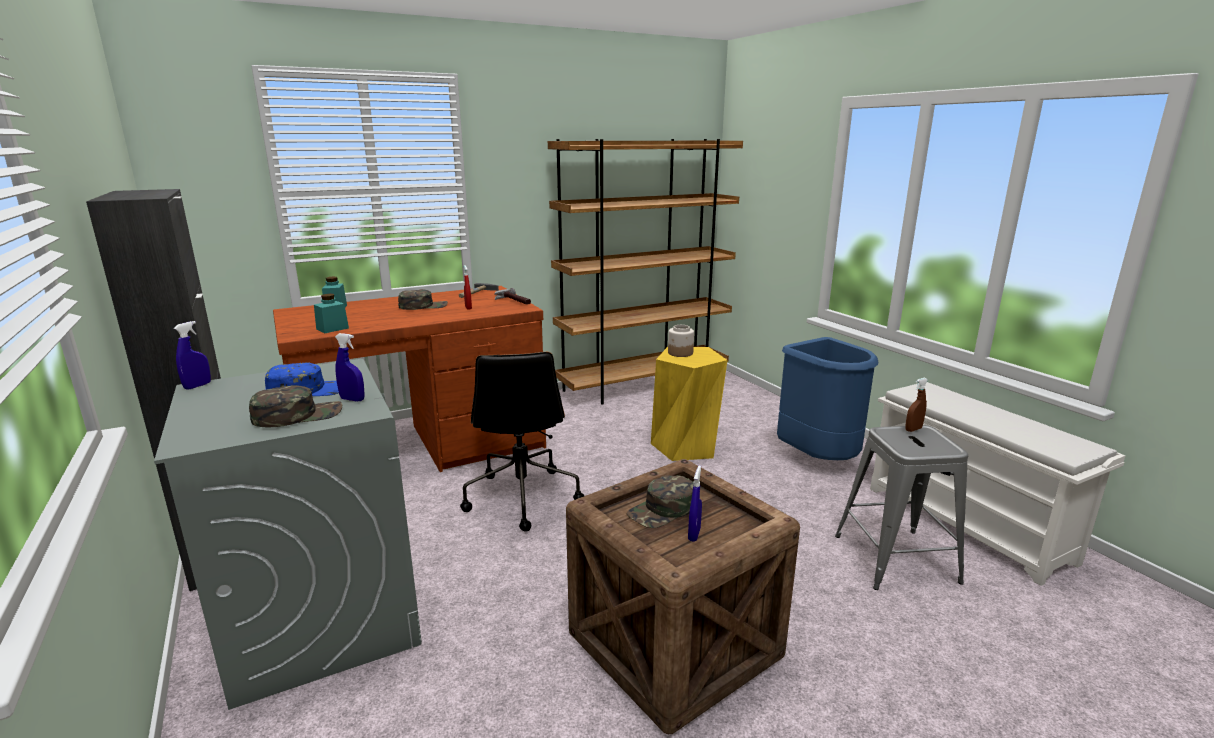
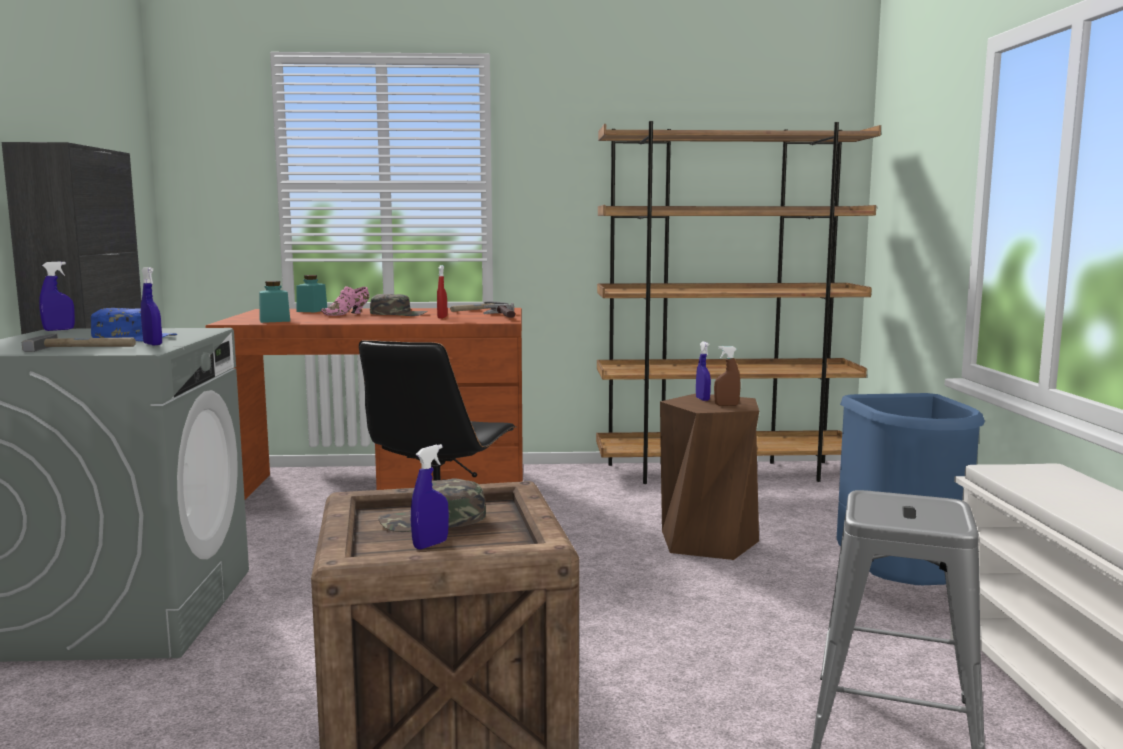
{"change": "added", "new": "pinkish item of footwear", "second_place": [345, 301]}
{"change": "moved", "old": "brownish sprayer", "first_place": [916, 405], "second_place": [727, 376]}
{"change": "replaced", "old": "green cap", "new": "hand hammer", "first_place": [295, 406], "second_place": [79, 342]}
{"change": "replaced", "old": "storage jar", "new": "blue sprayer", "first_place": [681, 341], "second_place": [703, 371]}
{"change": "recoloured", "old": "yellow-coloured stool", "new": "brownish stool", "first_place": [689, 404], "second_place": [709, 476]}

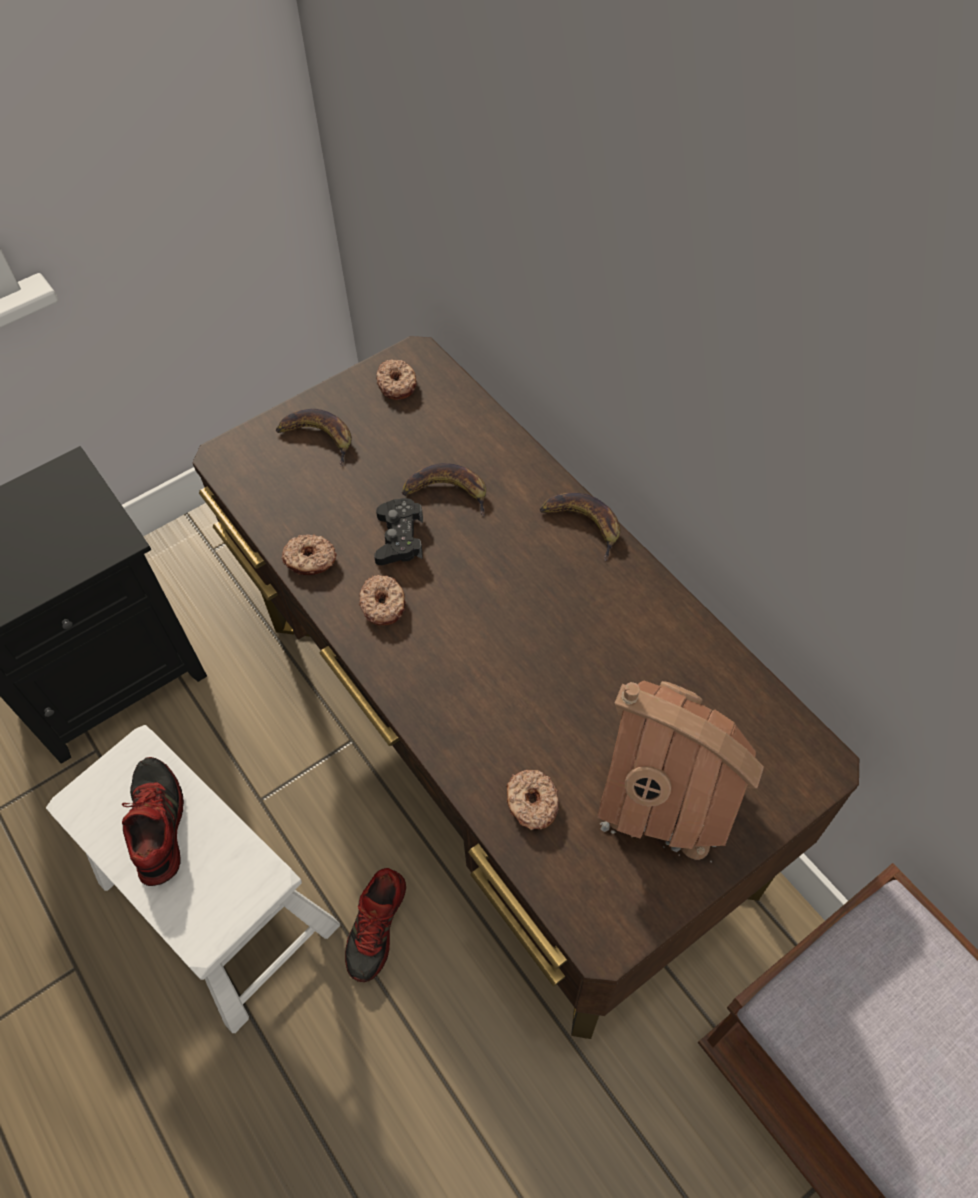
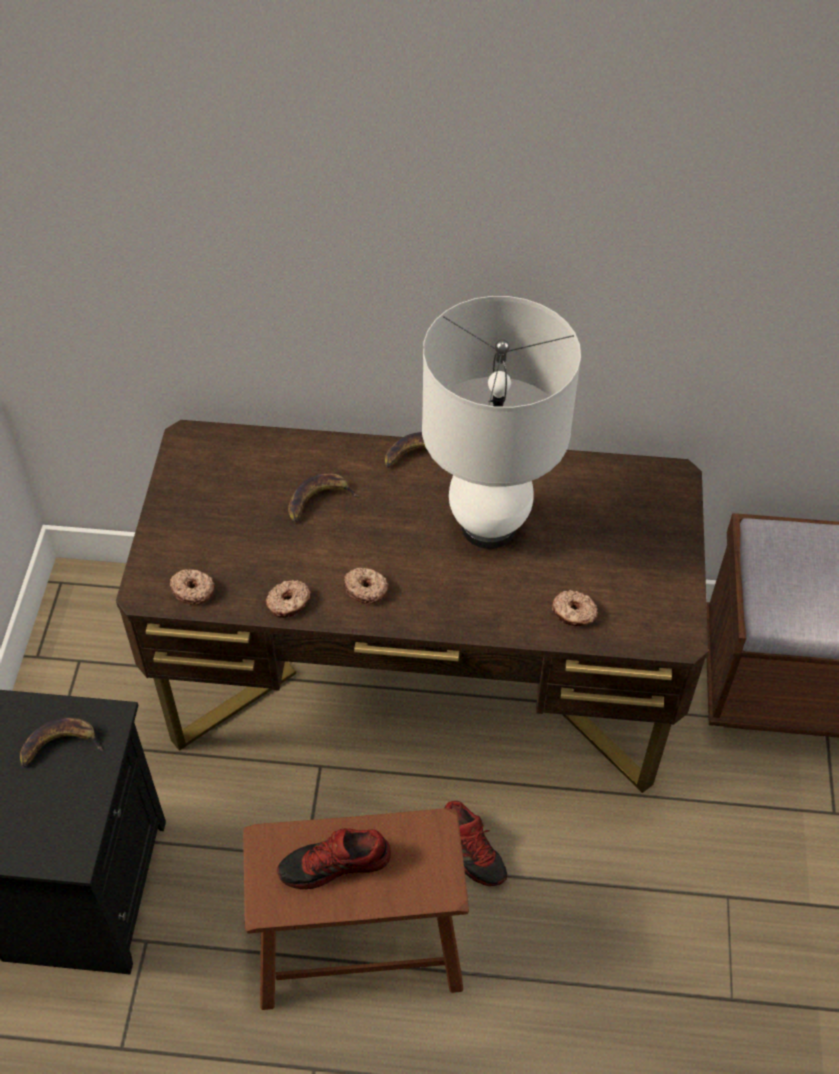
{"change": "removed", "old": "black-coloured gamepad", "first_place": [398, 531]}
{"change": "removed", "old": "model house", "first_place": [680, 772]}
{"change": "added", "new": "whitish lamp for a table", "second_place": [501, 422]}
{"change": "moved", "old": "banana fruit", "first_place": [314, 438], "second_place": [61, 742]}
{"change": "moved", "old": "doughnut", "first_place": [396, 379], "second_place": [192, 587]}
{"change": "recoloured", "old": "whitish stool", "new": "brownish stool", "first_place": [193, 879], "second_place": [356, 909]}
{"change": "turned", "old": "item of footwear", "first_place": [153, 821], "second_place": [334, 858], "degrees": -45}

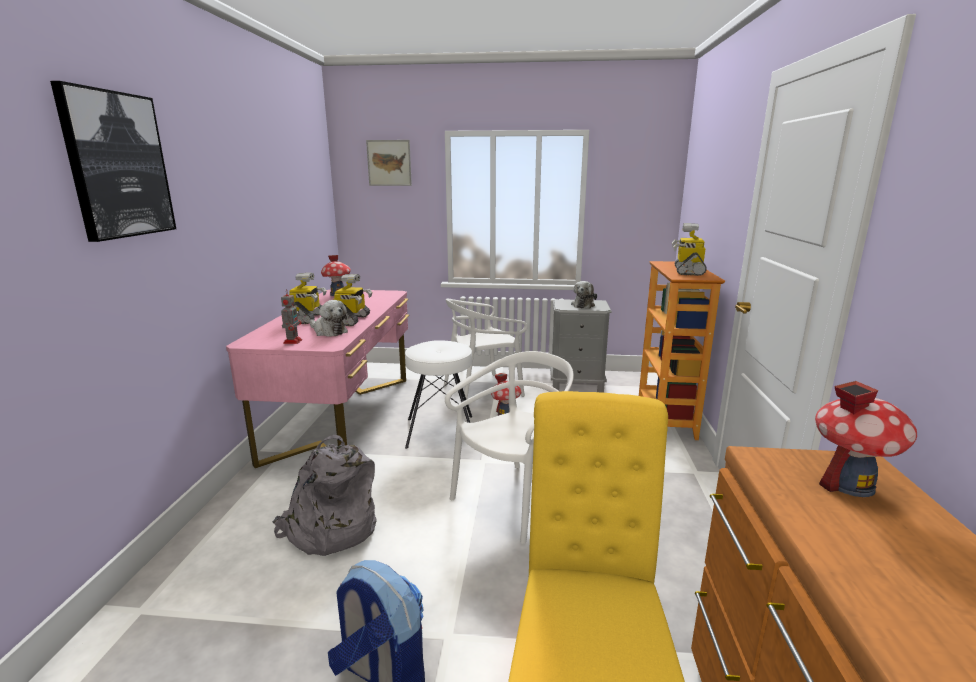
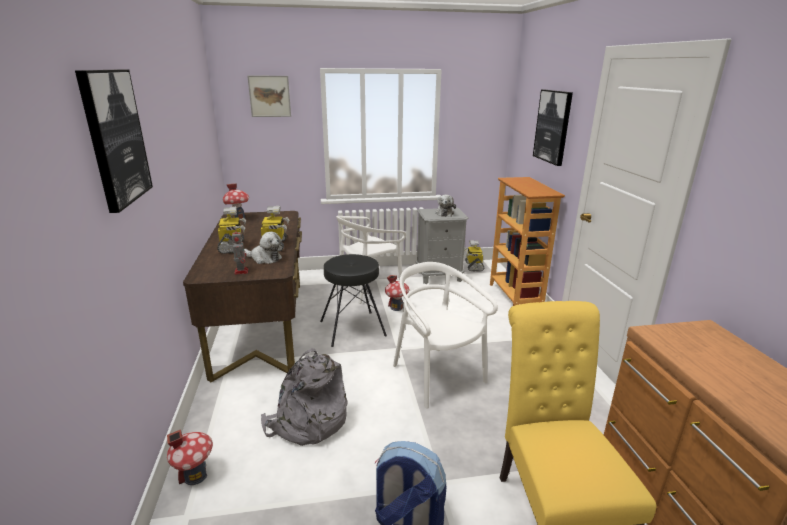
{"change": "added", "new": "wall picture", "second_place": [553, 128]}
{"change": "moved", "old": "model robot", "first_place": [689, 249], "second_place": [474, 255]}
{"change": "moved", "old": "model house", "first_place": [866, 439], "second_place": [190, 457]}
{"change": "recoloured", "old": "pinkish desk table", "new": "brownish desk table", "first_place": [317, 379], "second_place": [242, 296]}
{"change": "recoloured", "old": "whitish stool", "new": "black-coloured stool", "first_place": [438, 394], "second_place": [353, 300]}
{"change": "turned", "old": "whitish plain chair", "first_place": [509, 447], "second_place": [445, 335], "degrees": -60}

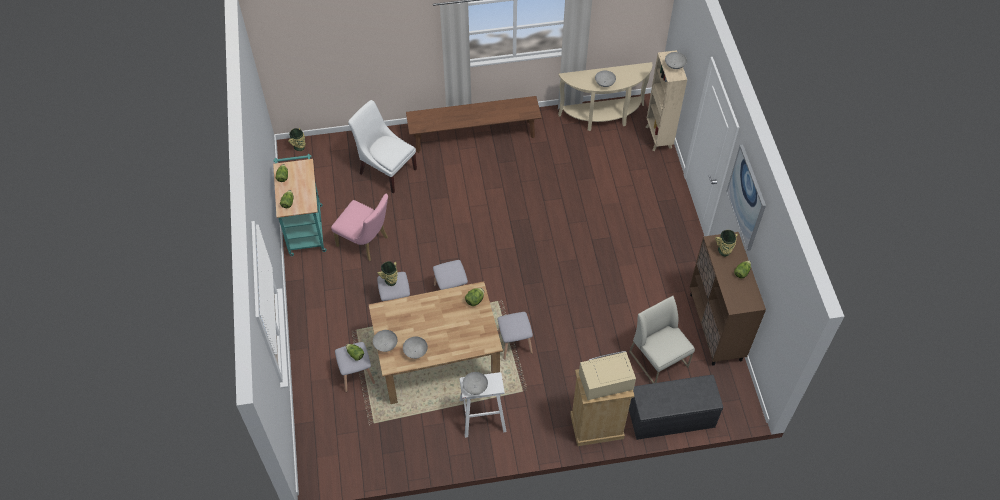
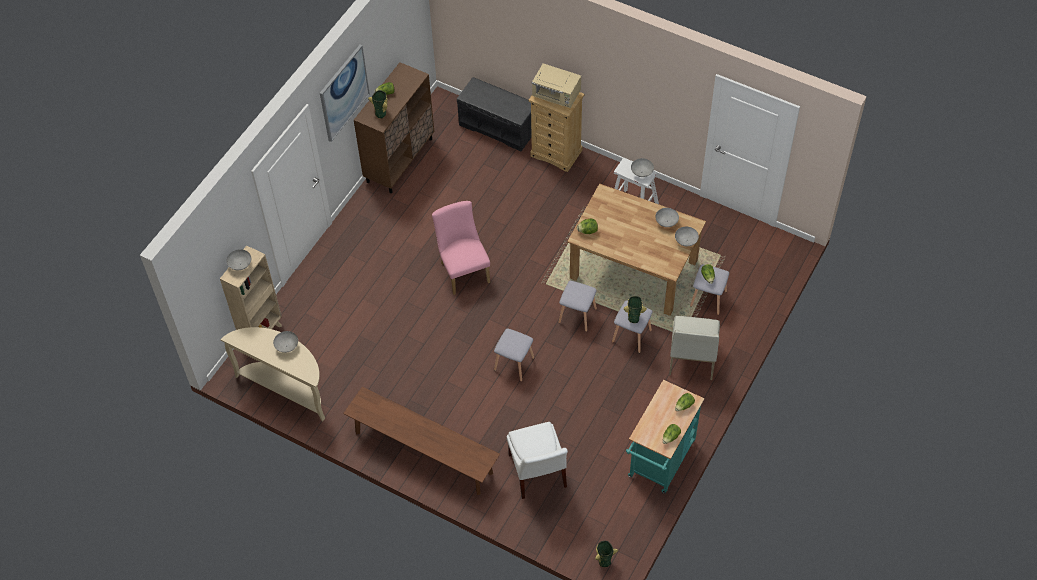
{"change": "moved", "old": "pinkish plain chair", "first_place": [359, 227], "second_place": [461, 248]}
{"change": "moved", "old": "gray stool", "first_place": [515, 336], "second_place": [514, 354]}
{"change": "moved", "old": "whitish plain chair", "first_place": [662, 339], "second_place": [694, 348]}

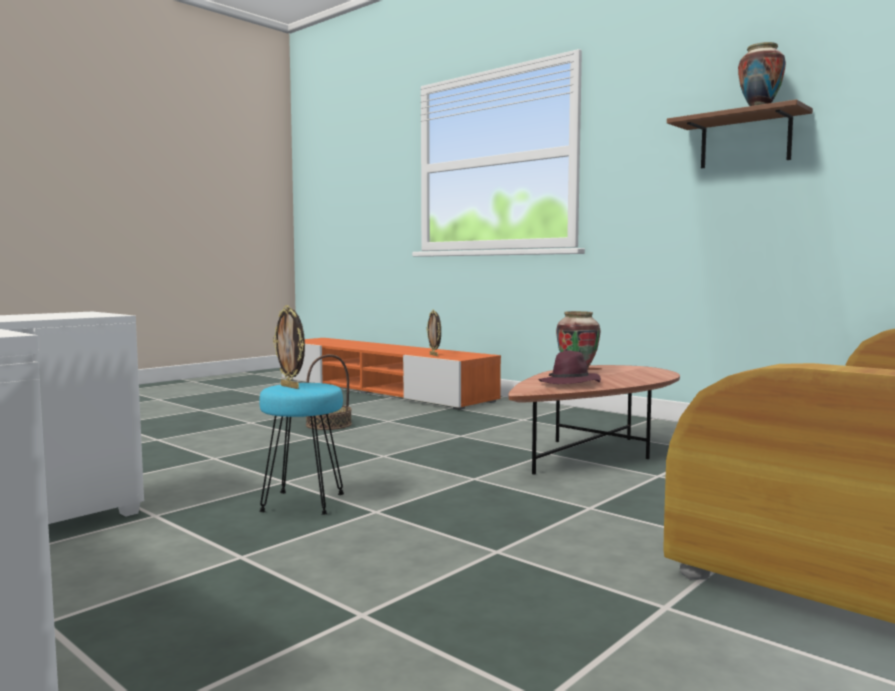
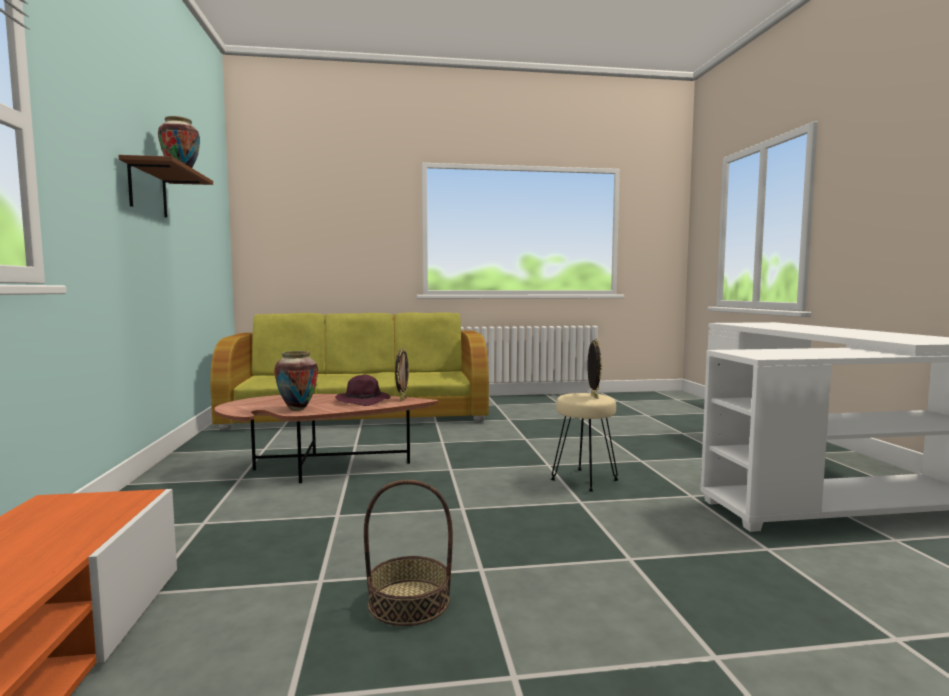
{"change": "moved", "old": "picture frame", "first_place": [434, 333], "second_place": [402, 374]}
{"change": "recoloured", "old": "turquoise stool", "new": "beige stool", "first_place": [301, 449], "second_place": [584, 442]}

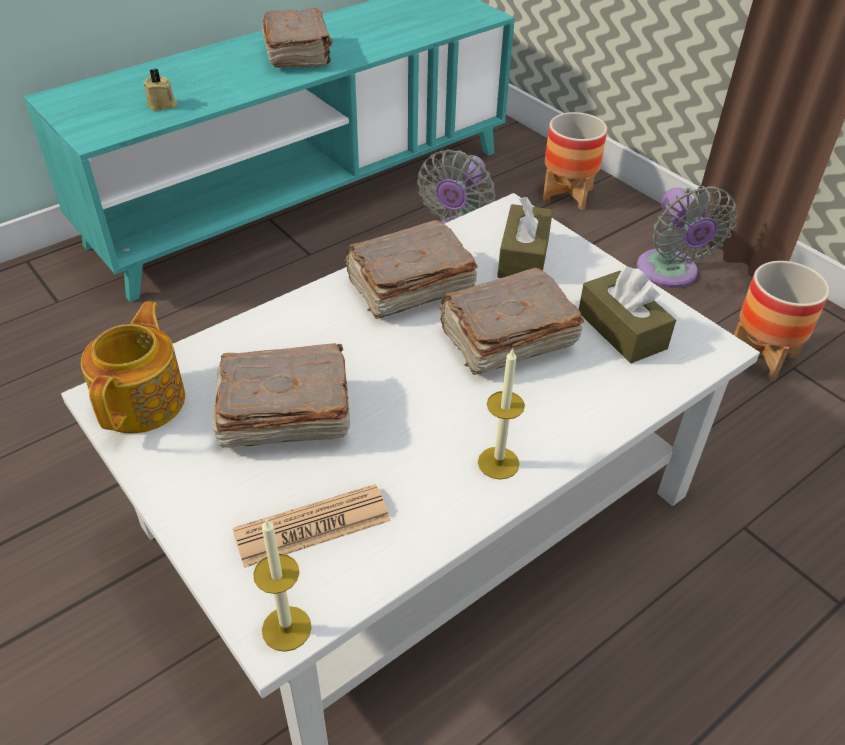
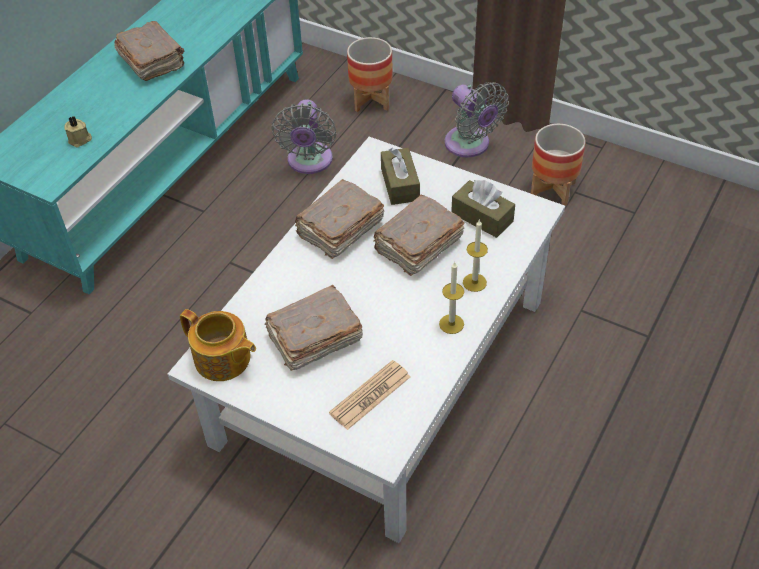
{"change": "moved", "old": "candle", "first_place": [282, 585], "second_place": [475, 255]}
{"change": "turned", "old": "tea pot", "first_place": [133, 368], "second_place": [218, 345], "degrees": 135}

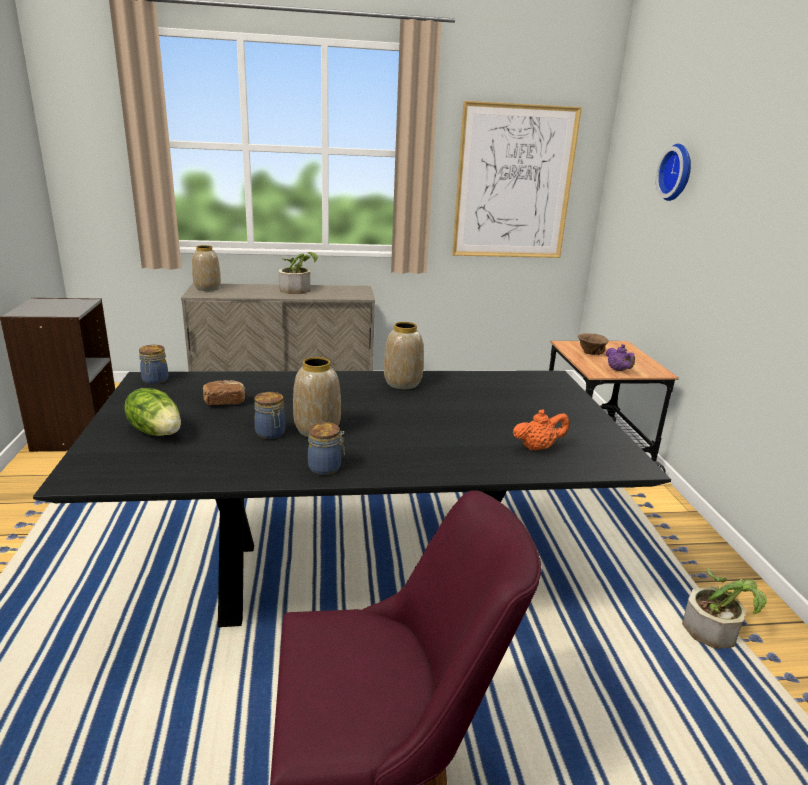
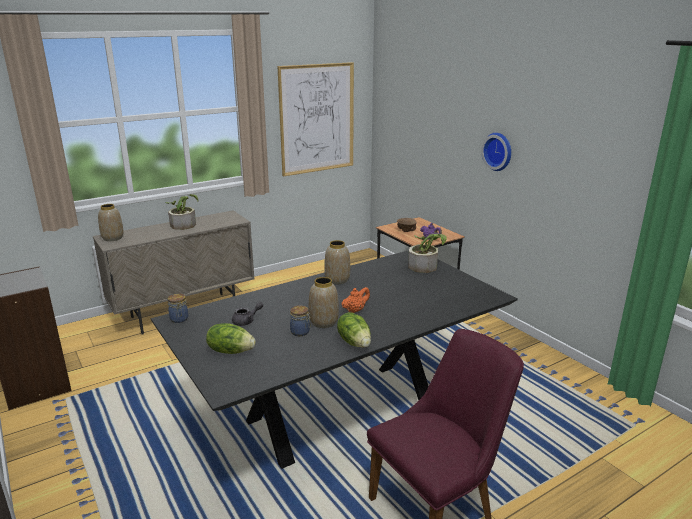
{"change": "moved", "old": "orange-coloured tea pot", "first_place": [541, 429], "second_place": [355, 300]}
{"change": "moved", "old": "clock on the wall", "first_place": [673, 172], "second_place": [496, 152]}
{"change": "moved", "old": "potted plant", "first_place": [724, 608], "second_place": [427, 253]}
{"change": "replaced", "old": "bread", "new": "gray tea pot", "first_place": [224, 392], "second_place": [247, 314]}
{"change": "replaced", "old": "storage jar", "new": "head of lettuce", "first_place": [326, 448], "second_place": [354, 330]}

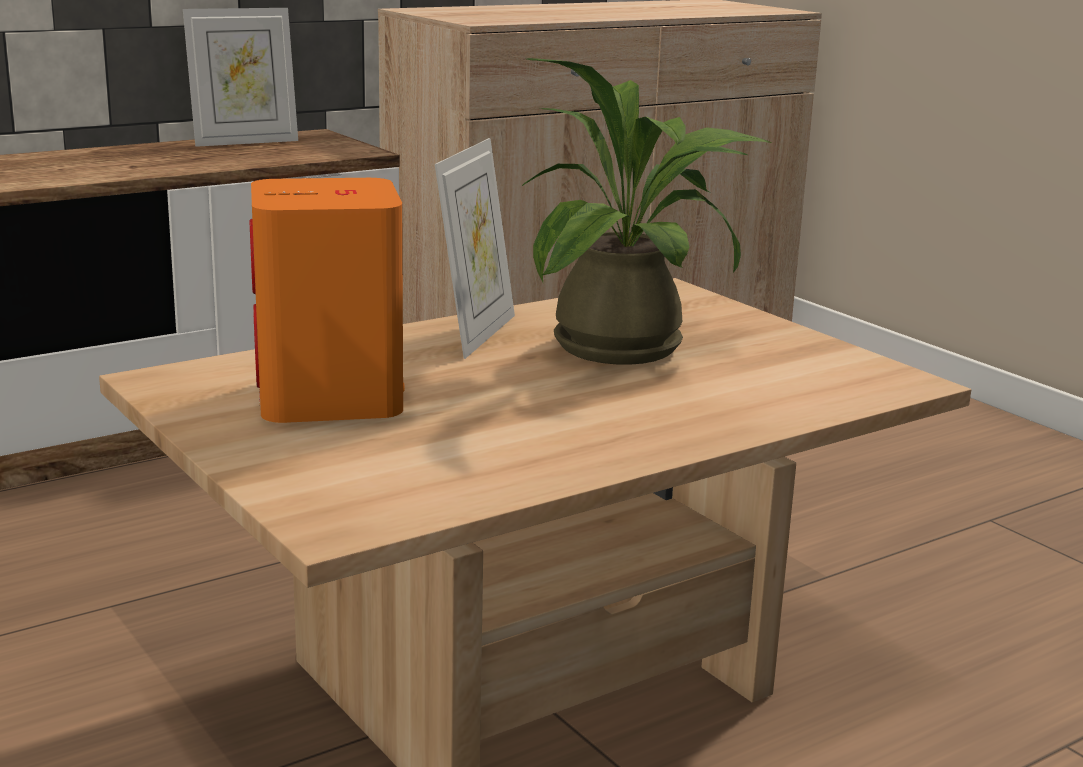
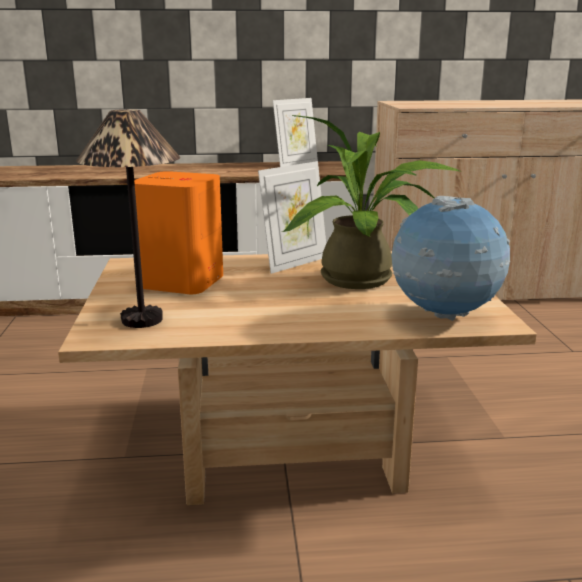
{"change": "added", "new": "lamp for a table", "second_place": [128, 218]}
{"change": "added", "new": "globe", "second_place": [451, 258]}
{"change": "turned", "old": "picture frame", "first_place": [240, 77], "second_place": [295, 132], "degrees": -45}

